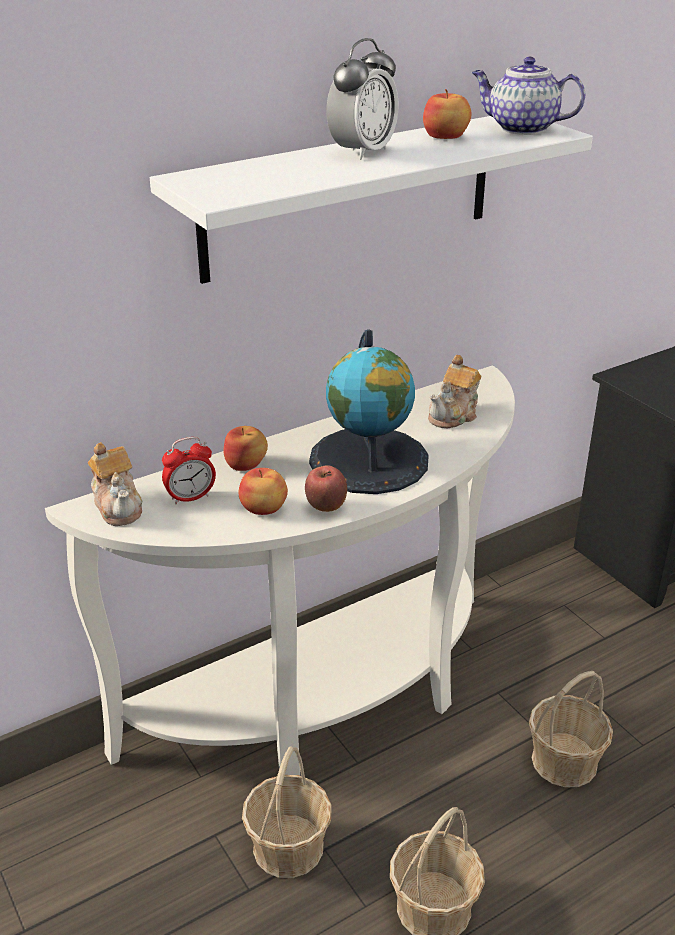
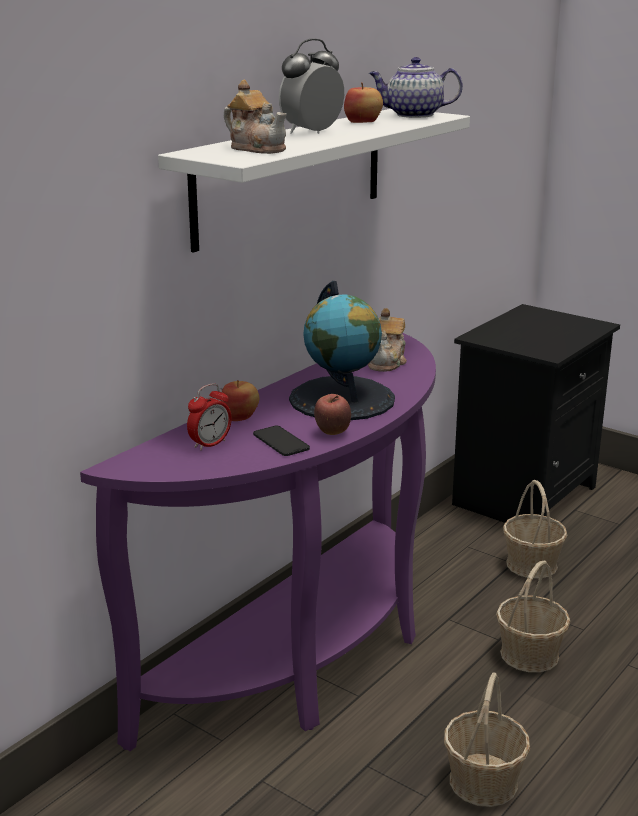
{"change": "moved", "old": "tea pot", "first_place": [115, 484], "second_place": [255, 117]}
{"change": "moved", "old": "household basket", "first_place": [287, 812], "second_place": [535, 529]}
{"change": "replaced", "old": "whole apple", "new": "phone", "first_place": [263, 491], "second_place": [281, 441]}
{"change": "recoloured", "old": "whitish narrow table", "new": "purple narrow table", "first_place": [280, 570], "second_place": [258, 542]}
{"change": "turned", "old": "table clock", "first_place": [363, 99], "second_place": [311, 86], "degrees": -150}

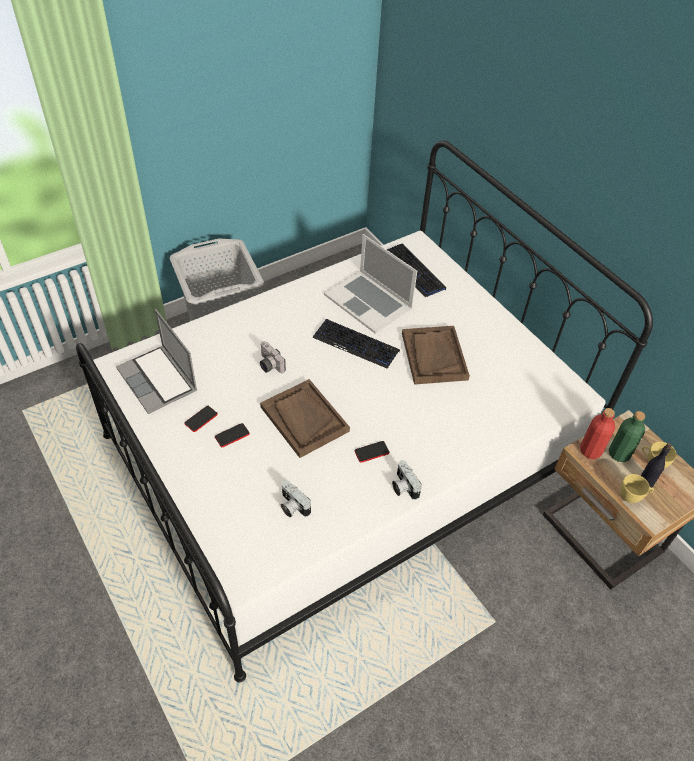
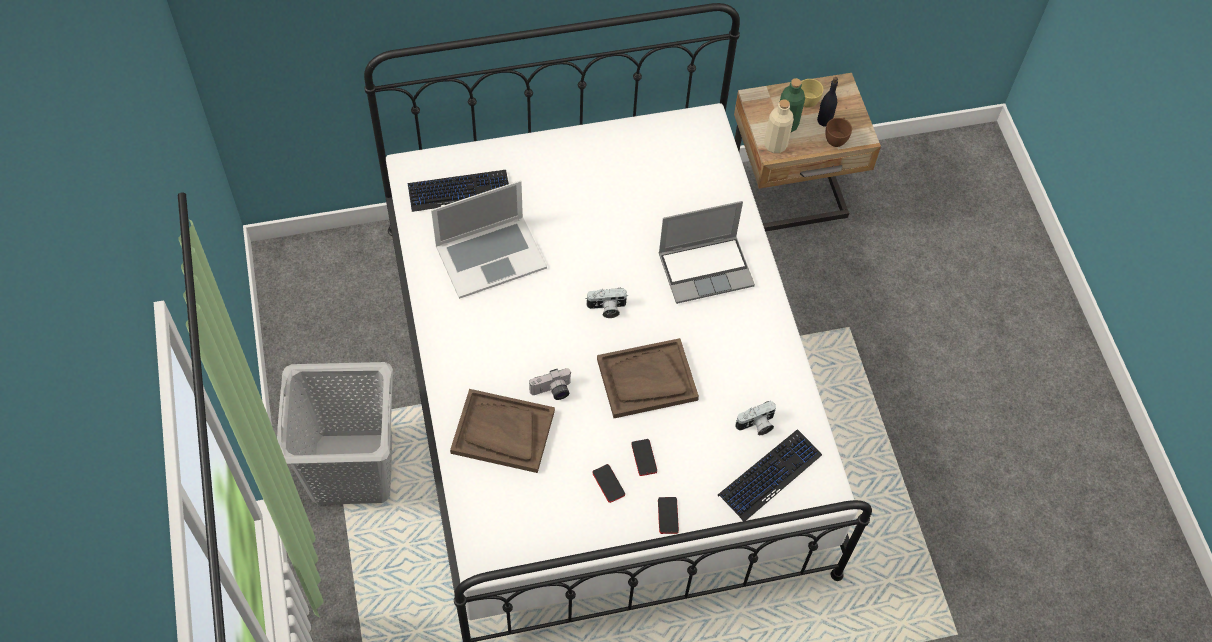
{"change": "moved", "old": "laptop", "first_place": [156, 361], "second_place": [706, 252]}
{"change": "moved", "old": "keyboard", "first_place": [356, 344], "second_place": [770, 475]}
{"change": "moved", "old": "phone", "first_place": [372, 452], "second_place": [668, 515]}
{"change": "moved", "old": "still camera", "first_place": [407, 480], "second_place": [606, 303]}
{"change": "moved", "old": "brownish tray", "first_place": [436, 355], "second_place": [502, 431]}
{"change": "recoloured", "old": "red drink bottle", "new": "beige drink bottle", "first_place": [597, 433], "second_place": [779, 126]}
{"change": "recoloured", "old": "yellow-coloured drinking cup", "new": "brownish drinking cup", "first_place": [637, 488], "second_place": [838, 132]}

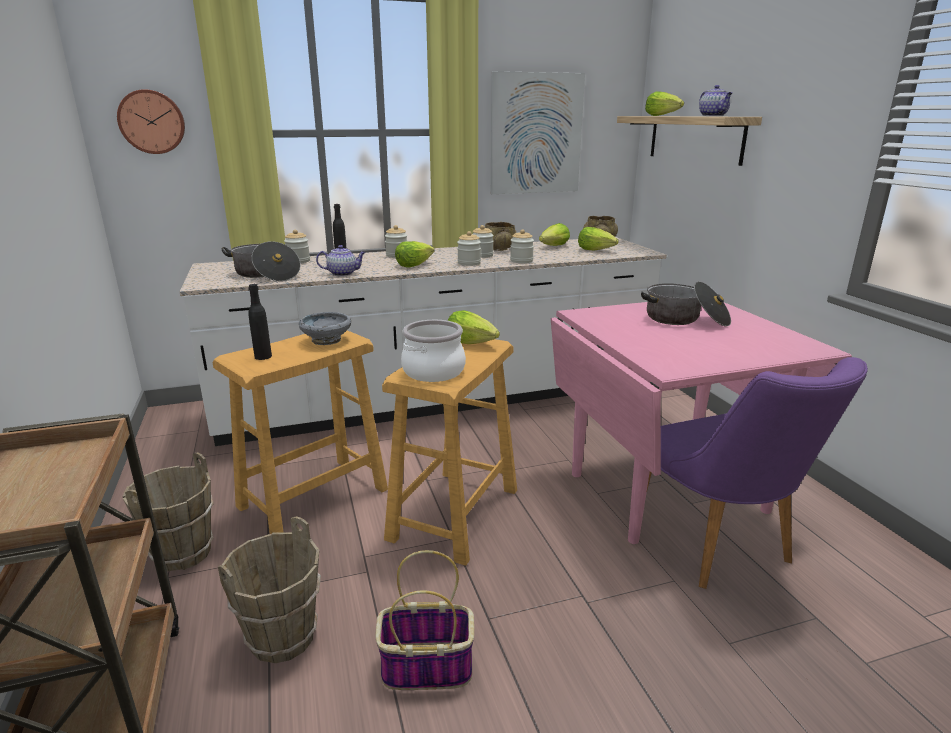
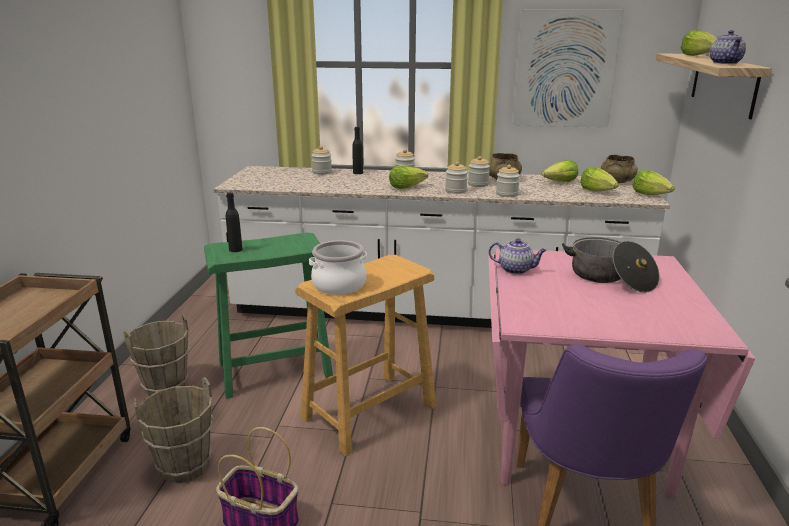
{"change": "removed", "old": "clock on the wall", "first_place": [151, 121]}
{"change": "removed", "old": "cooking pot", "first_place": [261, 261]}
{"change": "removed", "old": "gray serving bowl", "first_place": [325, 328]}
{"change": "moved", "old": "tea pot", "first_place": [341, 260], "second_place": [518, 256]}
{"change": "moved", "old": "head of lettuce", "first_place": [474, 327], "second_place": [654, 182]}
{"change": "recoloured", "old": "beige stool", "new": "green stool", "first_place": [300, 432], "second_place": [268, 315]}

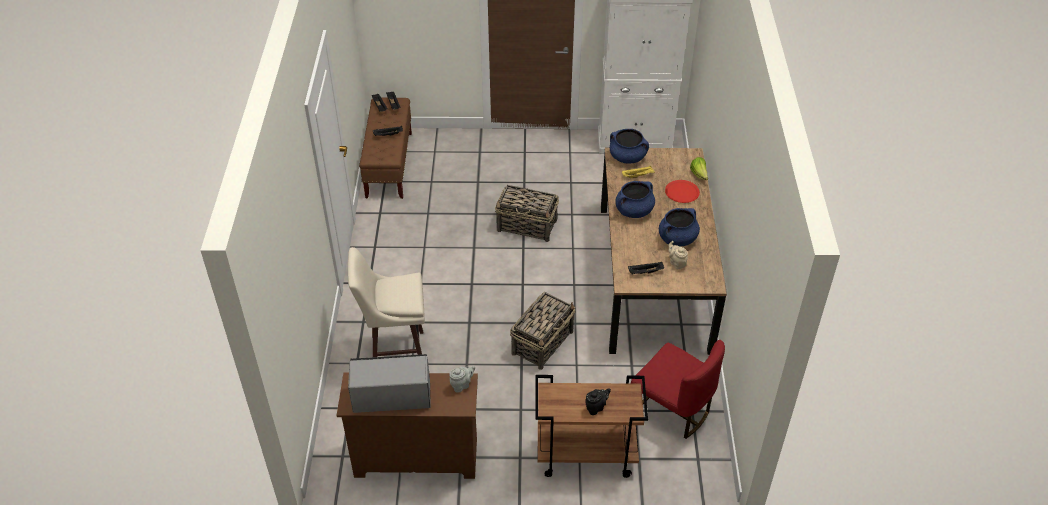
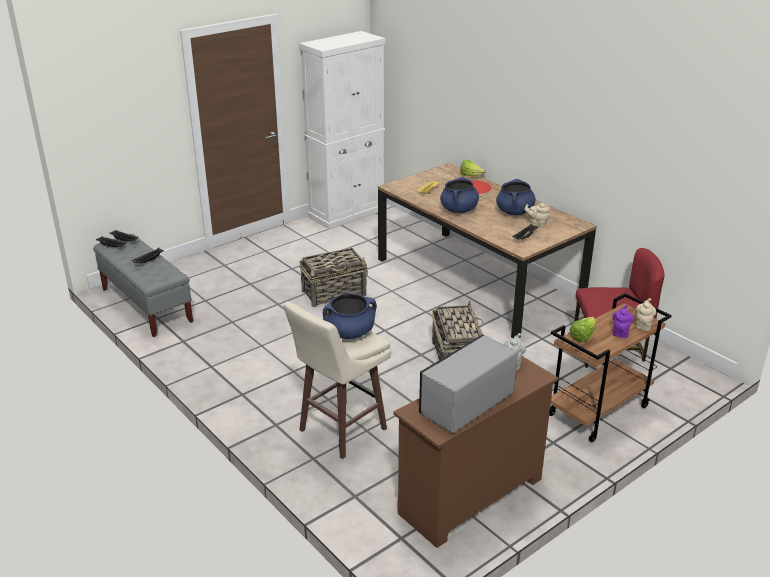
{"change": "added", "new": "head of lettuce", "second_place": [583, 329]}
{"change": "added", "new": "beige tea pot", "second_place": [646, 314]}
{"change": "moved", "old": "blue cooking pot", "first_place": [629, 146], "second_place": [350, 316]}
{"change": "recoloured", "old": "brownish long seat", "new": "gray long seat", "first_place": [385, 148], "second_place": [143, 285]}
{"change": "recoloured", "old": "black-coloured tea pot", "new": "purple tea pot", "first_place": [598, 402], "second_place": [622, 321]}

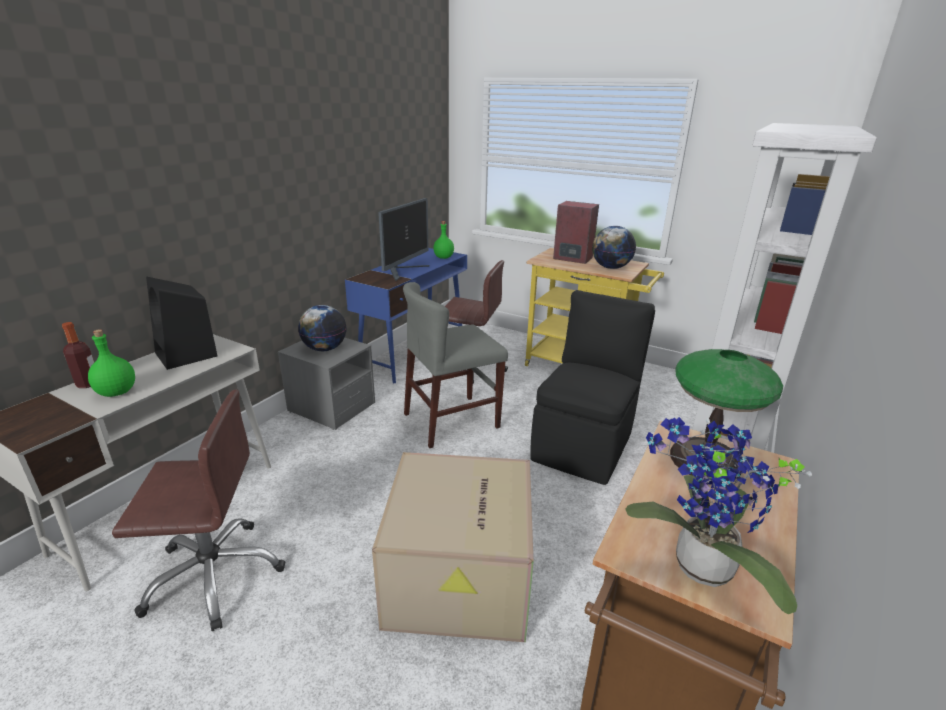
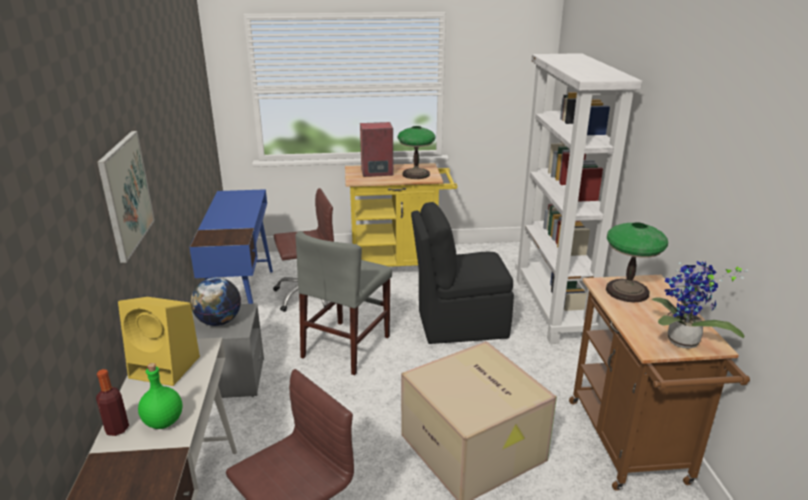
{"change": "removed", "old": "computer display", "first_place": [404, 239]}
{"change": "removed", "old": "green drink bottle", "first_place": [443, 240]}
{"change": "added", "new": "wall picture", "second_place": [126, 197]}
{"change": "replaced", "old": "globe", "new": "lamp for a table", "first_place": [614, 247], "second_place": [416, 152]}
{"change": "recoloured", "old": "black-coloured audio speaker", "new": "yellow-coloured audio speaker", "first_place": [182, 323], "second_place": [159, 341]}
{"change": "turned", "old": "black-coloured plain chair", "first_place": [592, 387], "second_place": [462, 273], "degrees": -90}

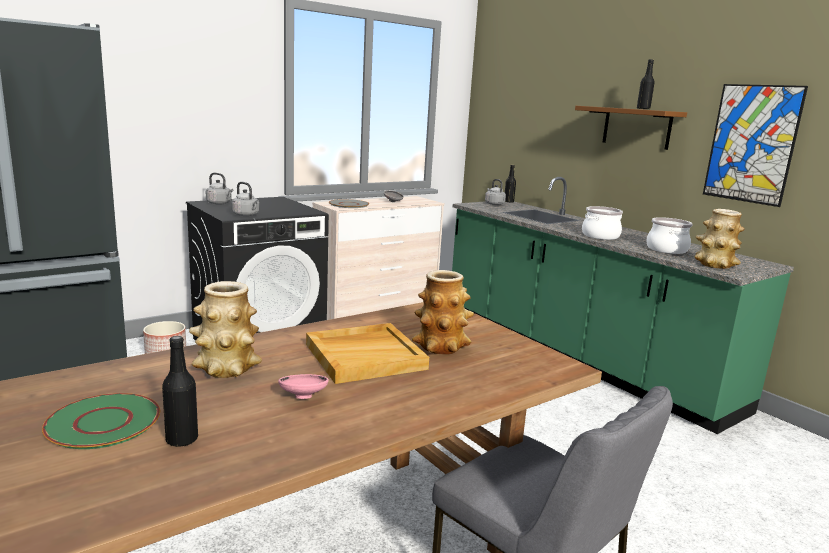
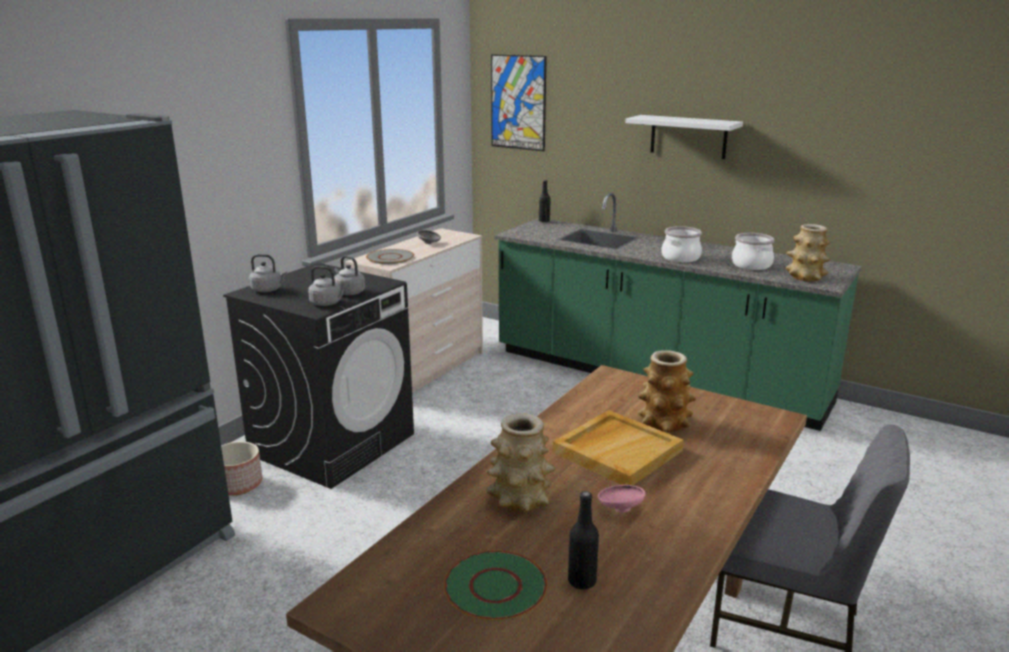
{"change": "removed", "old": "black-coloured drink bottle", "first_place": [646, 84]}
{"change": "moved", "old": "gray tea kettle", "first_place": [495, 192], "second_place": [349, 275]}
{"change": "moved", "old": "wall picture", "first_place": [755, 145], "second_place": [519, 102]}
{"change": "recoloured", "old": "brownish wall shelf", "new": "whitish wall shelf", "first_place": [631, 128], "second_place": [684, 137]}

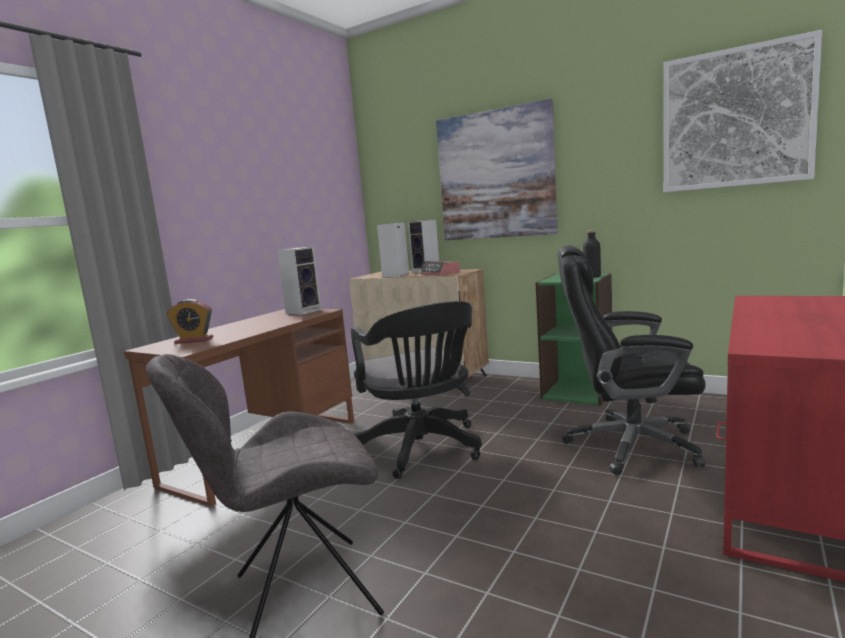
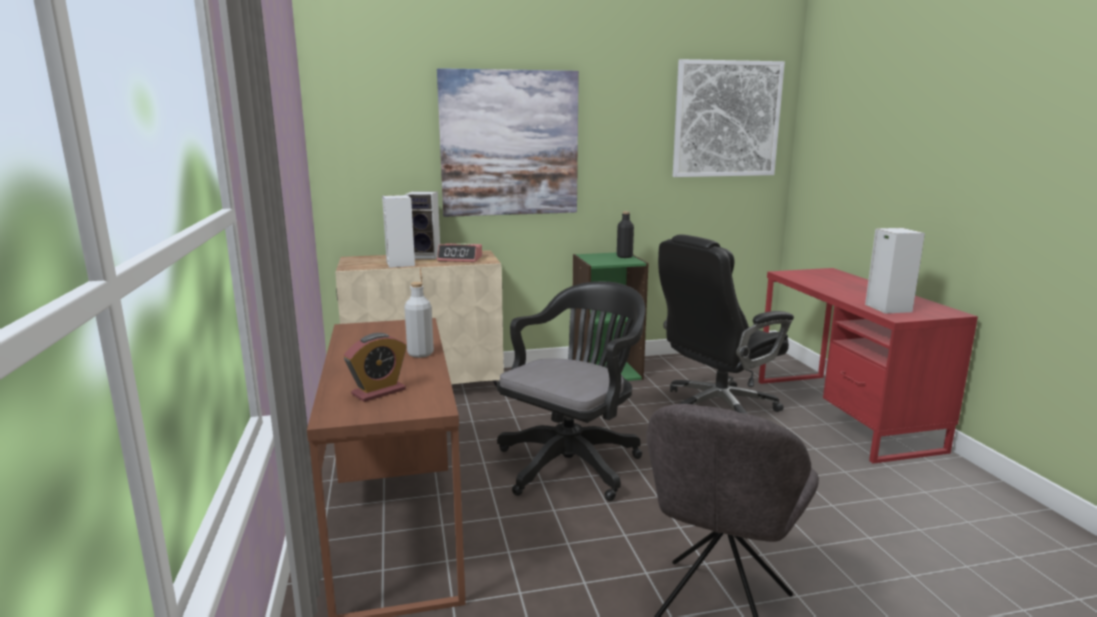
{"change": "added", "new": "gray drink bottle", "second_place": [419, 320]}
{"change": "moved", "old": "audio speaker", "first_place": [299, 281], "second_place": [895, 271]}
{"change": "turned", "old": "black-coloured computer chair", "first_place": [416, 390], "second_place": [571, 391], "degrees": -75}

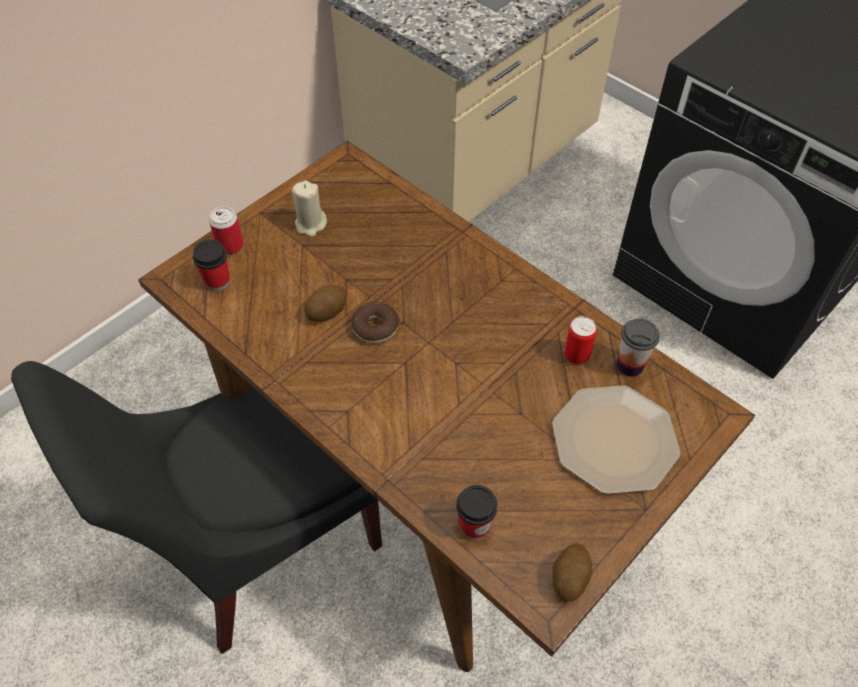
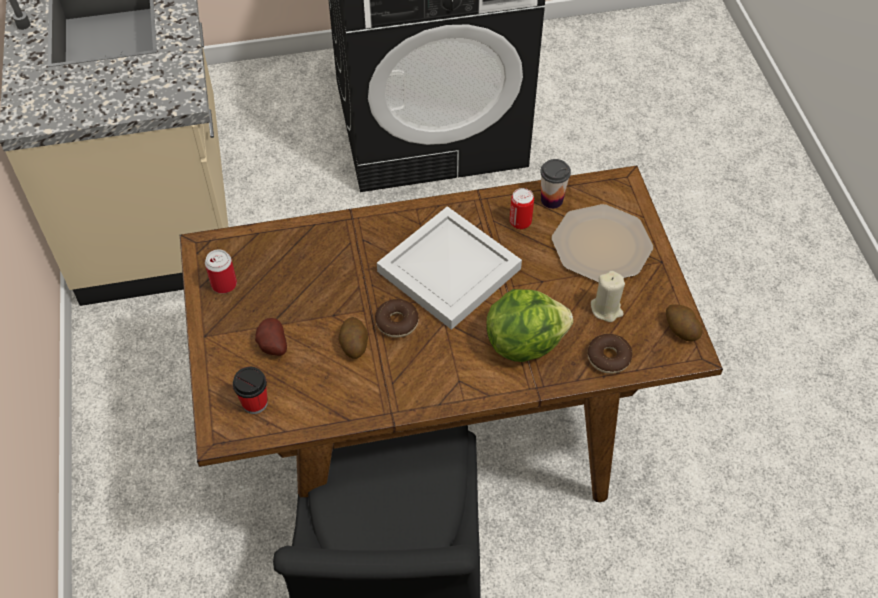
{"change": "added", "new": "potato", "second_place": [271, 337]}
{"change": "added", "new": "whitish tray", "second_place": [449, 268]}
{"change": "added", "new": "head of lettuce", "second_place": [530, 325]}
{"change": "moved", "old": "can", "first_place": [226, 230], "second_place": [221, 271]}
{"change": "moved", "old": "beige candle", "first_place": [309, 208], "second_place": [608, 296]}
{"change": "replaced", "old": "drinking cup", "new": "doughnut", "first_place": [477, 512], "second_place": [610, 354]}

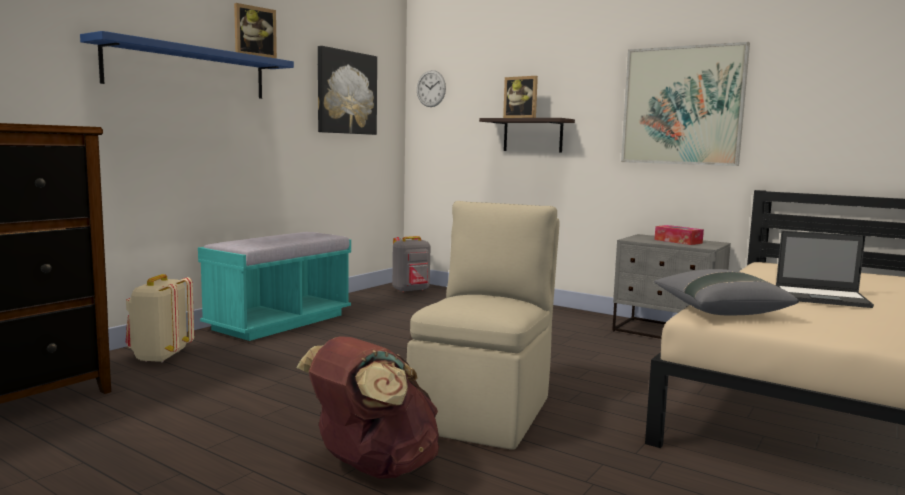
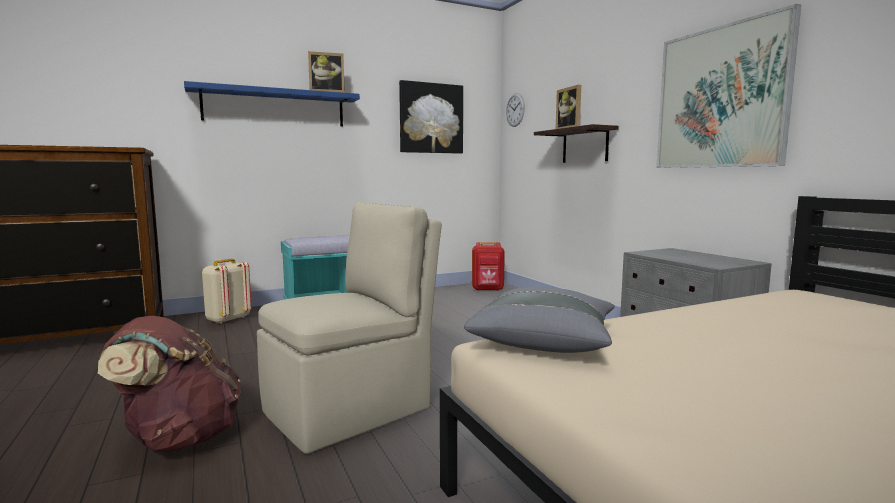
{"change": "removed", "old": "box of tissues", "first_place": [679, 235]}
{"change": "removed", "old": "laptop", "first_place": [825, 269]}
{"change": "recoloured", "old": "gray rucksack", "new": "red rucksack", "first_place": [411, 264], "second_place": [488, 266]}

